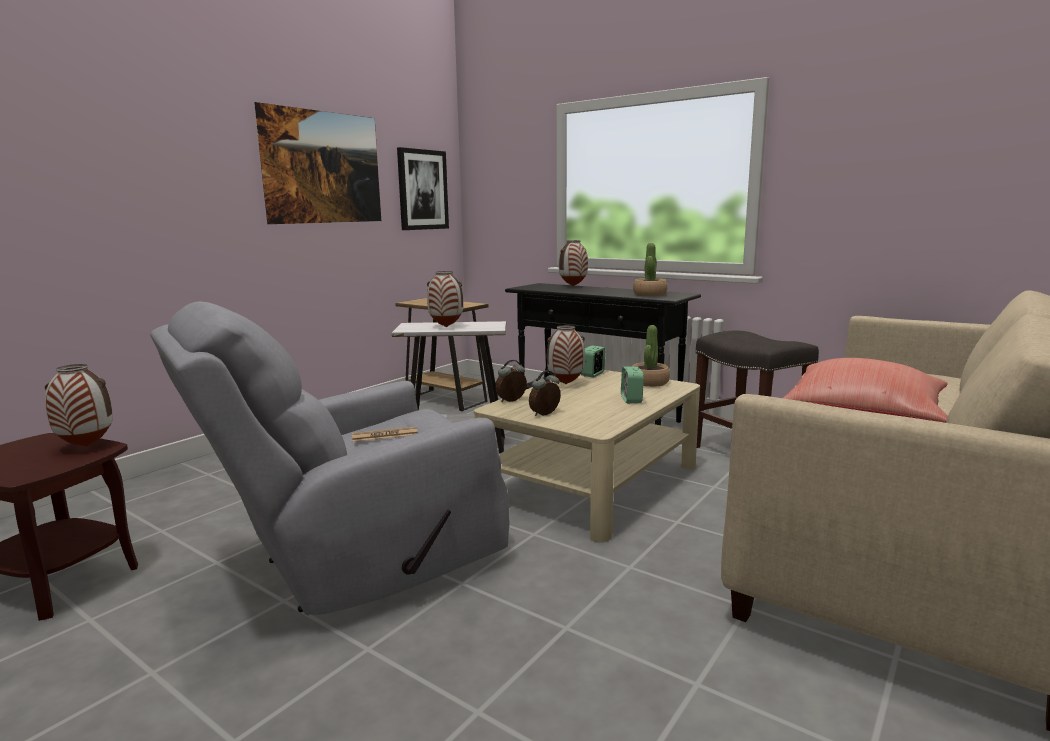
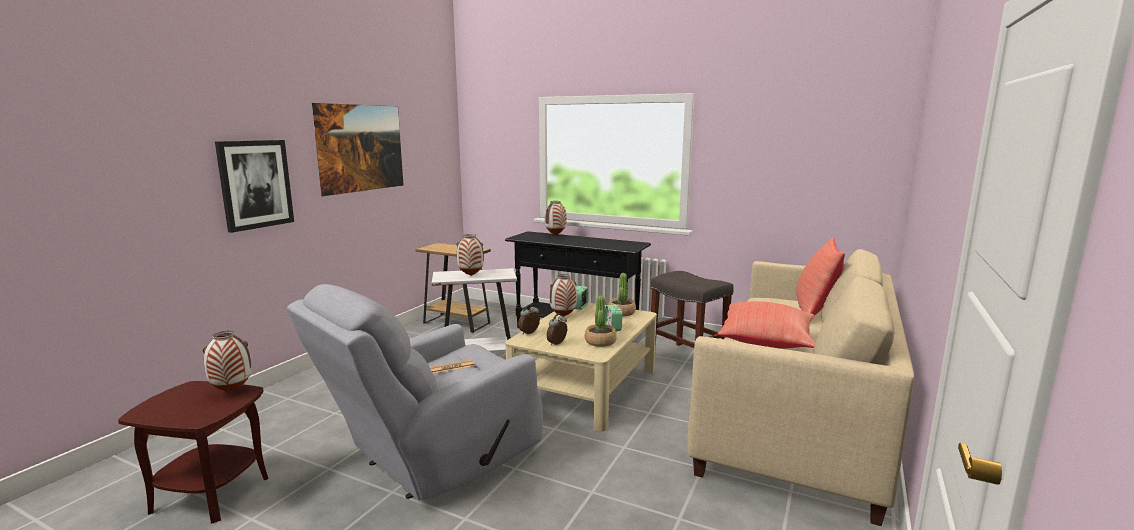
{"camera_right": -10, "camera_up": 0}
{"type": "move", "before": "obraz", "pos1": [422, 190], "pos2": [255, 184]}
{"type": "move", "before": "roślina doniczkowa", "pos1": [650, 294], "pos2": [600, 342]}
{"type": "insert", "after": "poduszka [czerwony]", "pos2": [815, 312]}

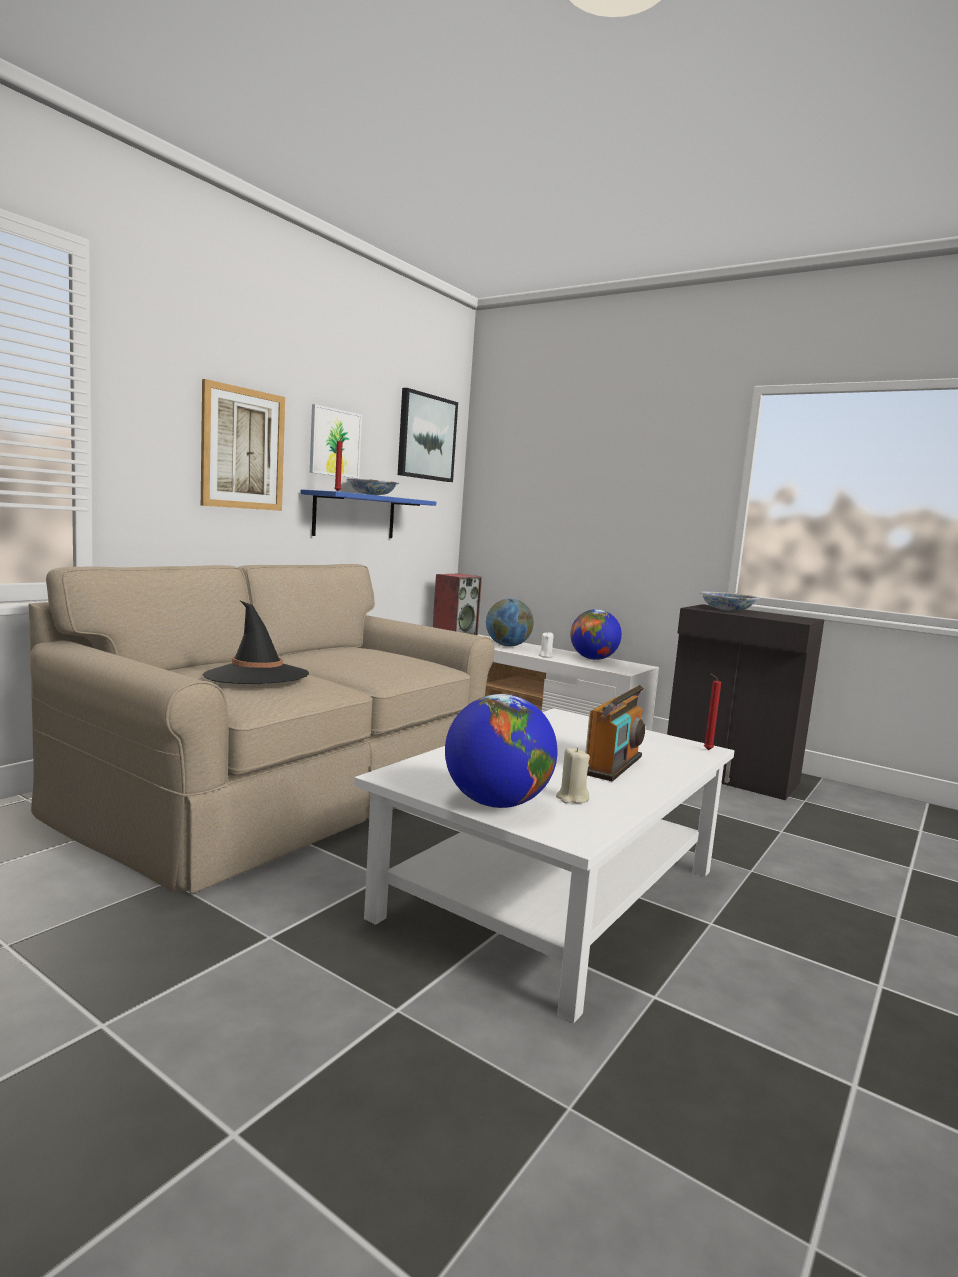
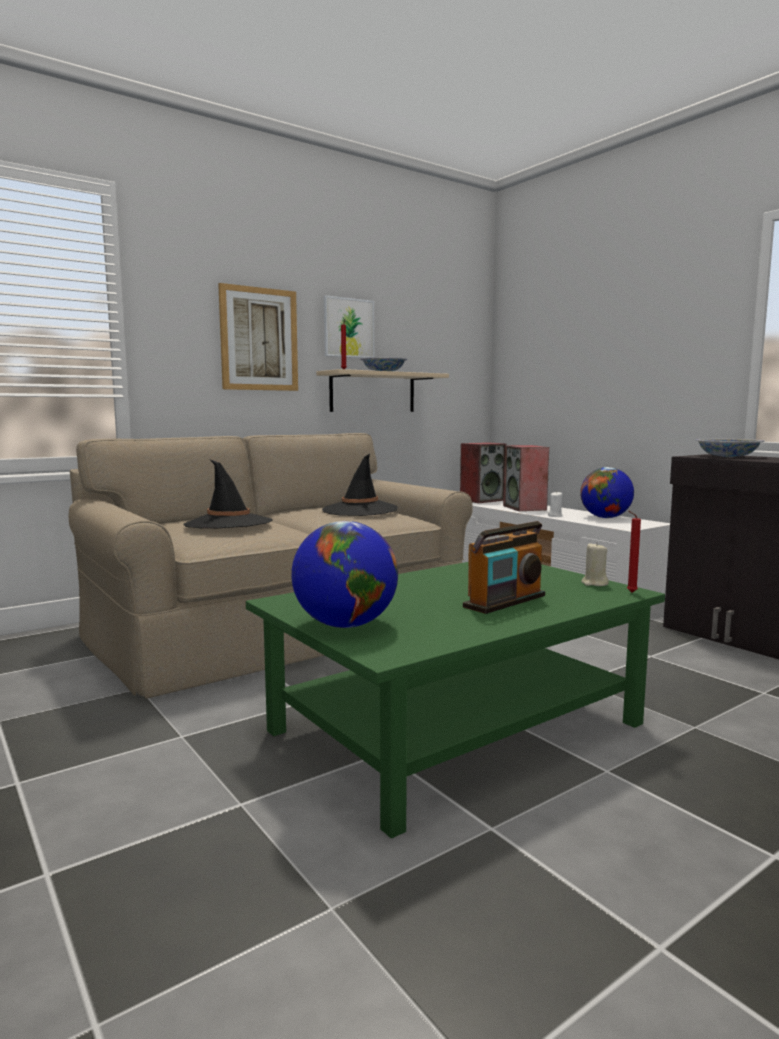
{"camera_right": 20, "camera_up": 0}
{"type": "recolor", "before": "ława [biały]", "after": "ława [zielony]", "pos1": [552, 892], "pos2": [456, 726]}
{"type": "recolor", "before": "półka [niebieski]", "after": "półka [beżowy]", "pos1": [354, 516], "pos2": [372, 392]}
{"type": "insert", "after": "kapelusz [czarny]", "pos2": [360, 510]}
{"type": "replace", "before": "globus", "after": "głośnik", "pos1": [507, 646], "pos2": [525, 508]}
{"type": "move", "before": "świeca [beżowy]", "pos1": [572, 798], "pos2": [594, 583]}
{"type": "delete", "before": "obraz", "pos1": [426, 437]}

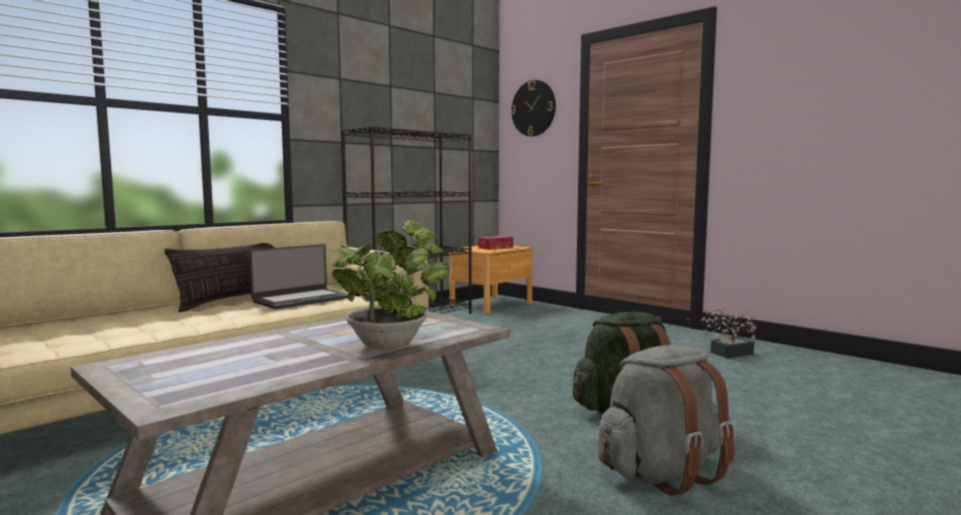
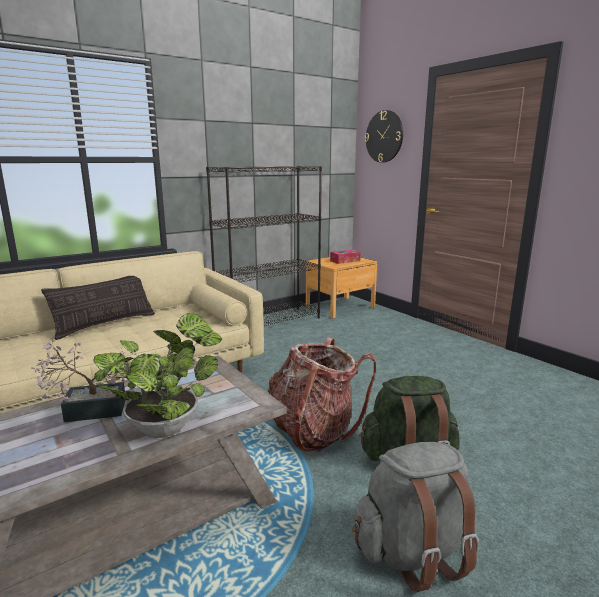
{"camera_right": 10, "camera_up": 10}
{"type": "move", "before": "roślina doniczkowa", "pos1": [727, 353], "pos2": [88, 410]}
{"type": "insert", "after": "plecak", "pos2": [314, 430]}
{"type": "delete", "before": "laptop", "pos1": [301, 299]}

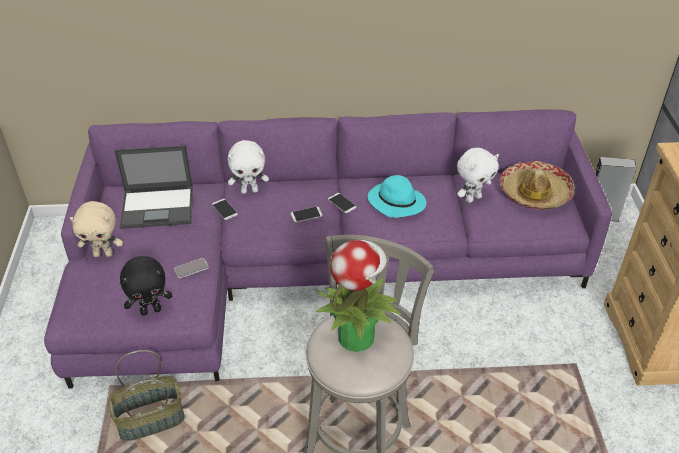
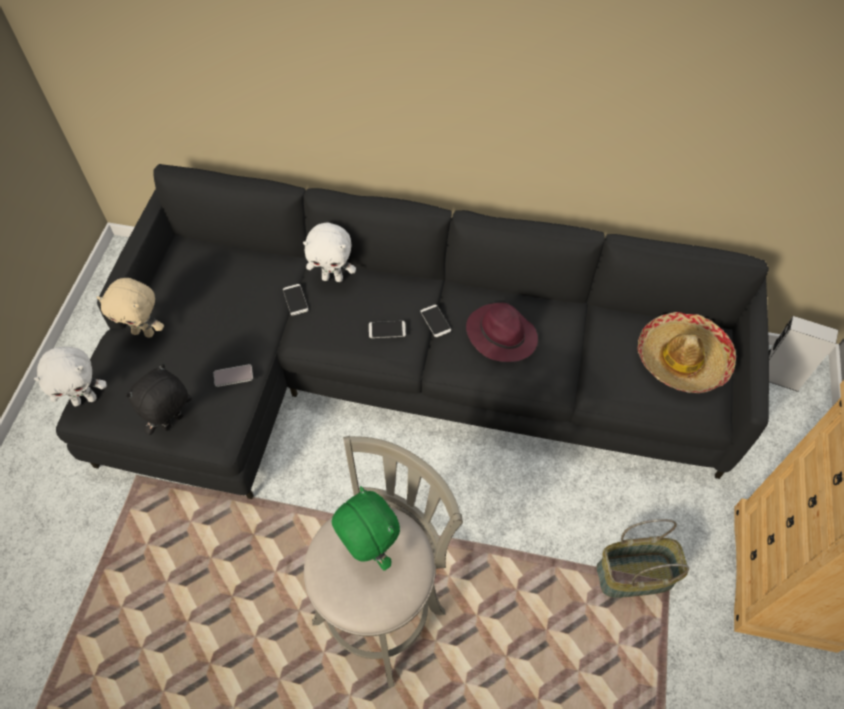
{"camera_right": 15, "camera_up": 15}
{"type": "move", "before": "pluszak [biały]", "pos1": [472, 198], "pos2": [85, 399]}
{"type": "recolor", "before": "kanapa [fioletowy]", "after": "kanapa [czarny]", "pos1": [310, 268], "pos2": [396, 373]}
{"type": "rotate", "before": "pluszak [czarny]", "pos1": [151, 310], "pos2": [173, 423], "turn": 135}
{"type": "replace", "before": "roślina doniczkowa", "after": "pluszak [zielony]", "pos1": [356, 336], "pos2": [369, 548]}
{"type": "recolor", "before": "kapelusz [turkusowy]", "after": "kapelusz [fioletowy]", "pos1": [395, 202], "pos2": [500, 335]}
{"type": "move", "before": "koszyk", "pos1": [150, 421], "pos2": [634, 576]}
{"type": "delete", "before": "laptop", "pos1": [159, 207]}

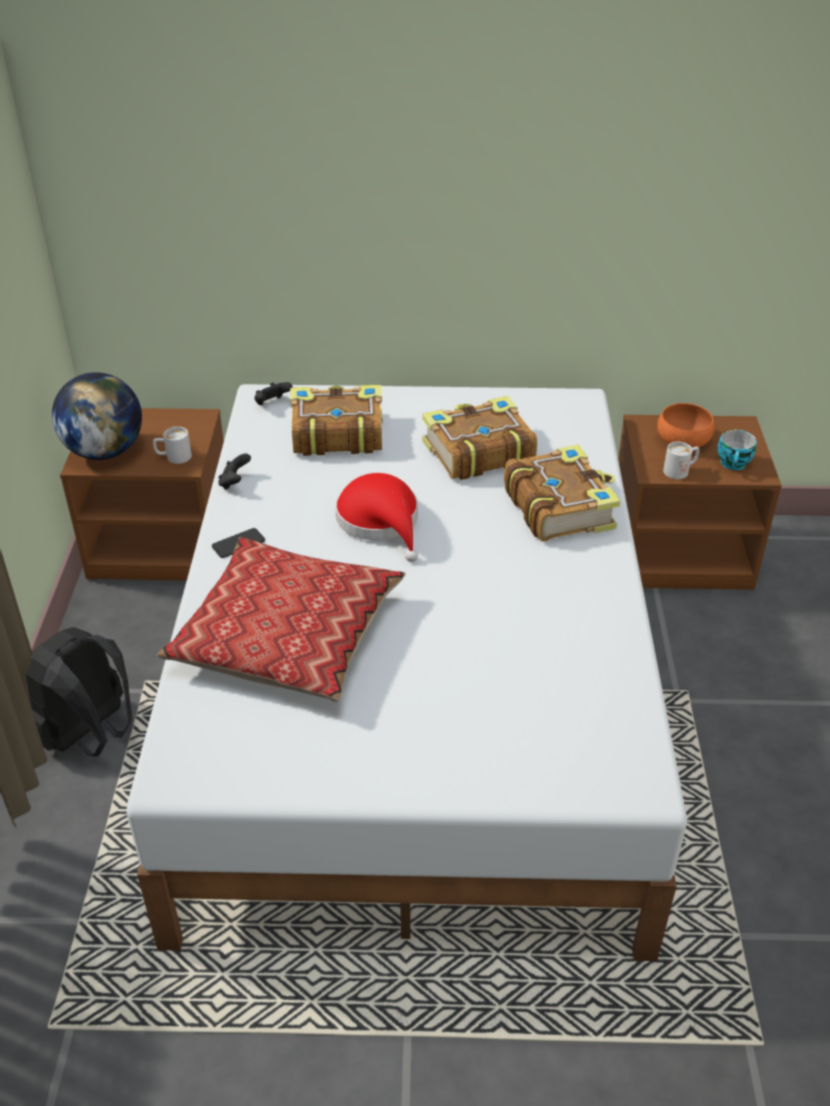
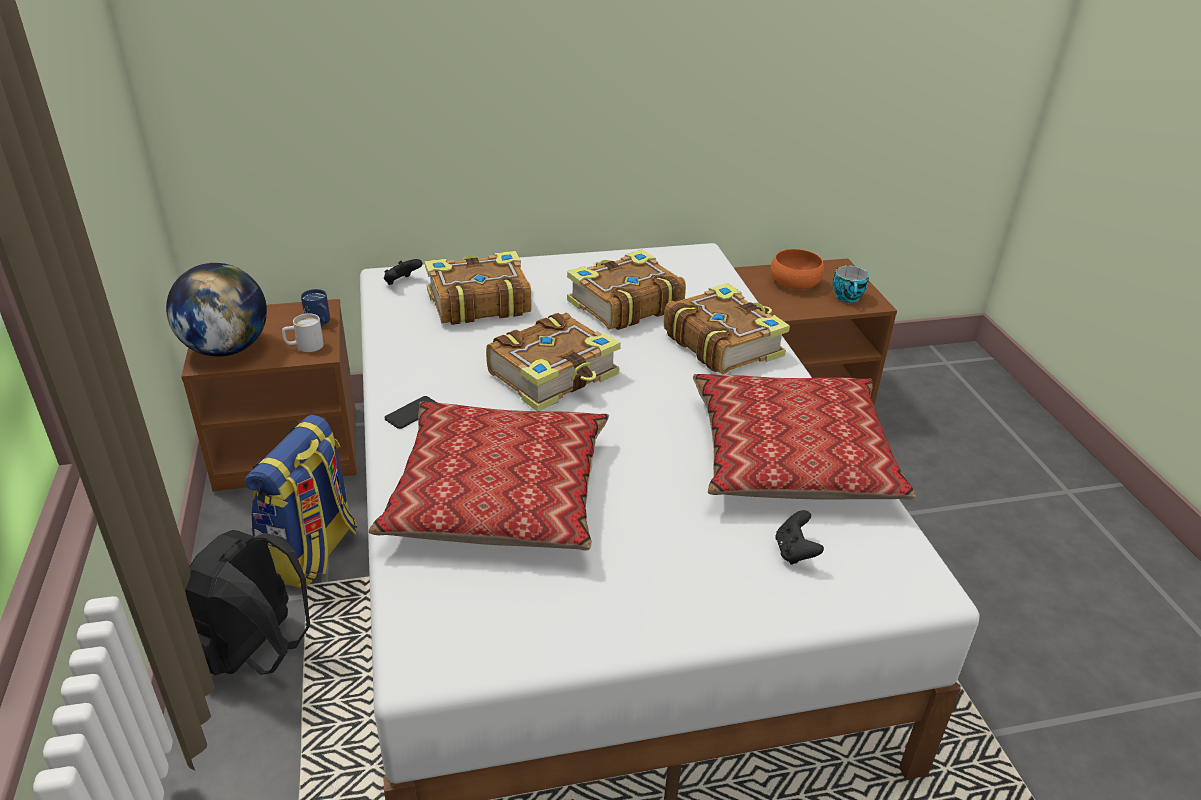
{"camera_right": -15, "camera_up": -5}
{"type": "insert", "after": "plecak", "pos2": [311, 553]}
{"type": "insert", "after": "kubek [niebieski]", "pos2": [320, 322]}
{"type": "replace", "before": "kapelusz [czerwony]", "after": "książka", "pos1": [381, 521], "pos2": [555, 375]}
{"type": "insert", "after": "poduszka", "pos2": [792, 455]}
{"type": "move", "before": "pad do gier [czarny]", "pos1": [234, 482], "pos2": [795, 552]}
{"type": "delete", "before": "kubek [biały]", "pos1": [680, 470]}

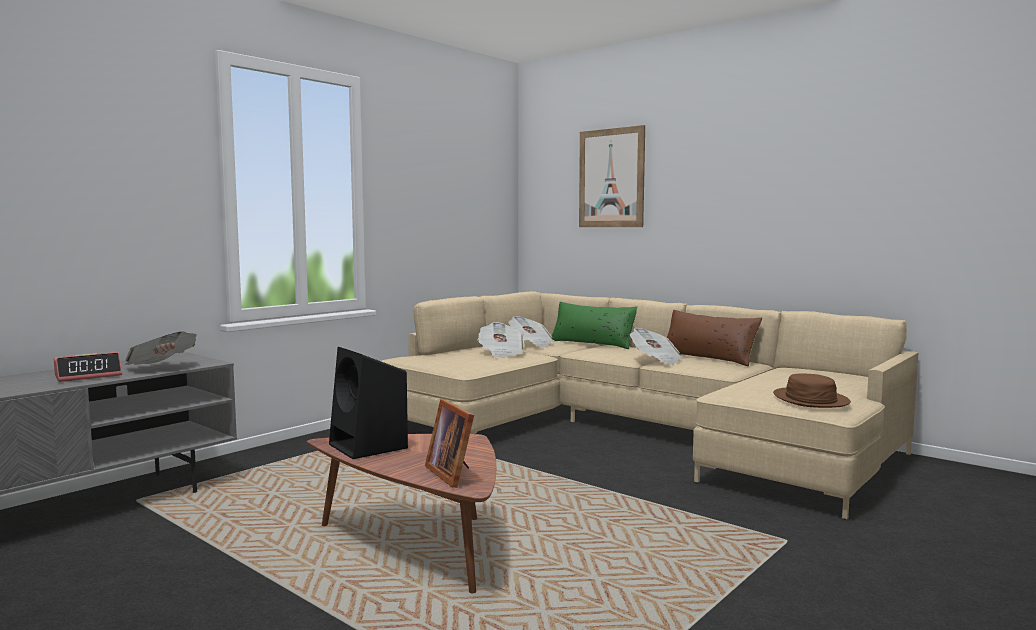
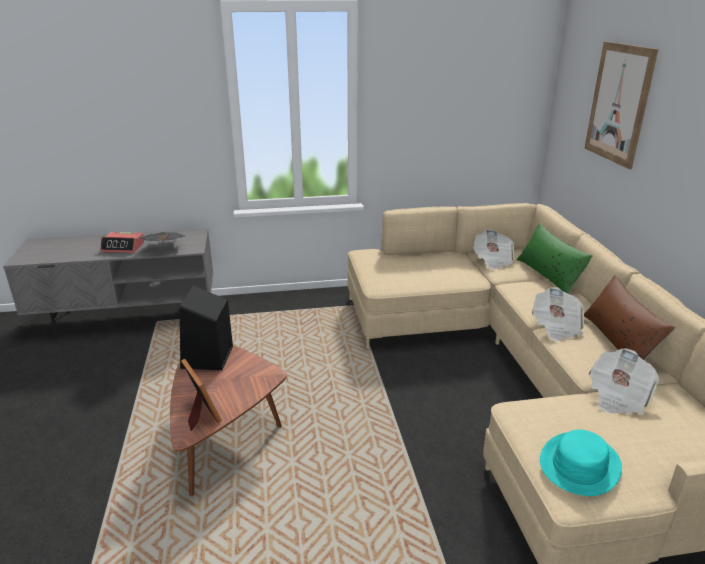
{"camera_right": 40, "camera_up": 20}
{"type": "rotate", "before": "ramka na zdjęcie", "pos1": [453, 473], "pos2": [200, 413], "turn": 135}
{"type": "recolor", "before": "kapelusz [brązowy]", "after": "kapelusz [turkusowy]", "pos1": [810, 399], "pos2": [579, 464]}
{"type": "move", "before": "gazeta", "pos1": [501, 354], "pos2": [617, 396]}

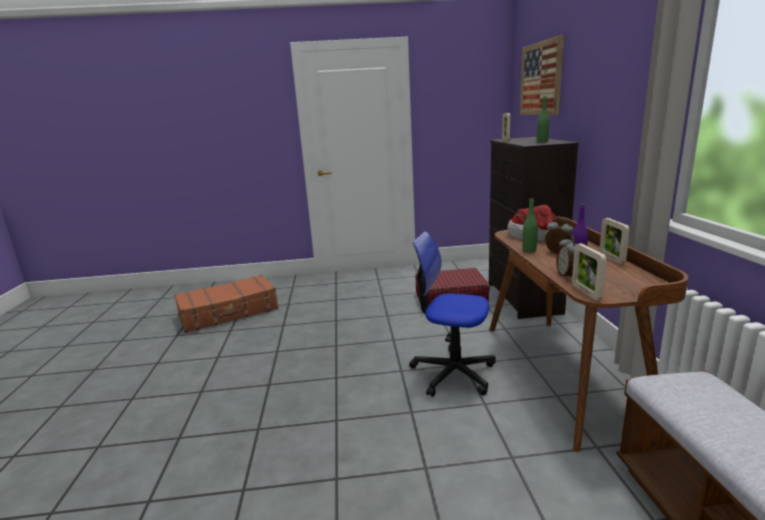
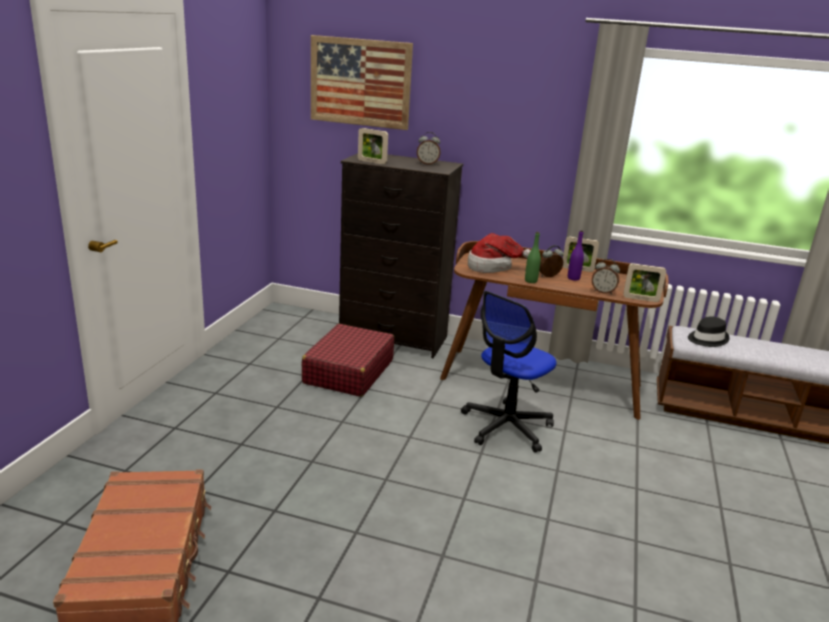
{"camera_right": -70, "camera_up": 5}
{"type": "replace", "before": "butelka [zielony]", "after": "budzik", "pos1": [542, 142], "pos2": [427, 164]}
{"type": "insert", "after": "kapelusz [czarny]", "pos2": [706, 339]}

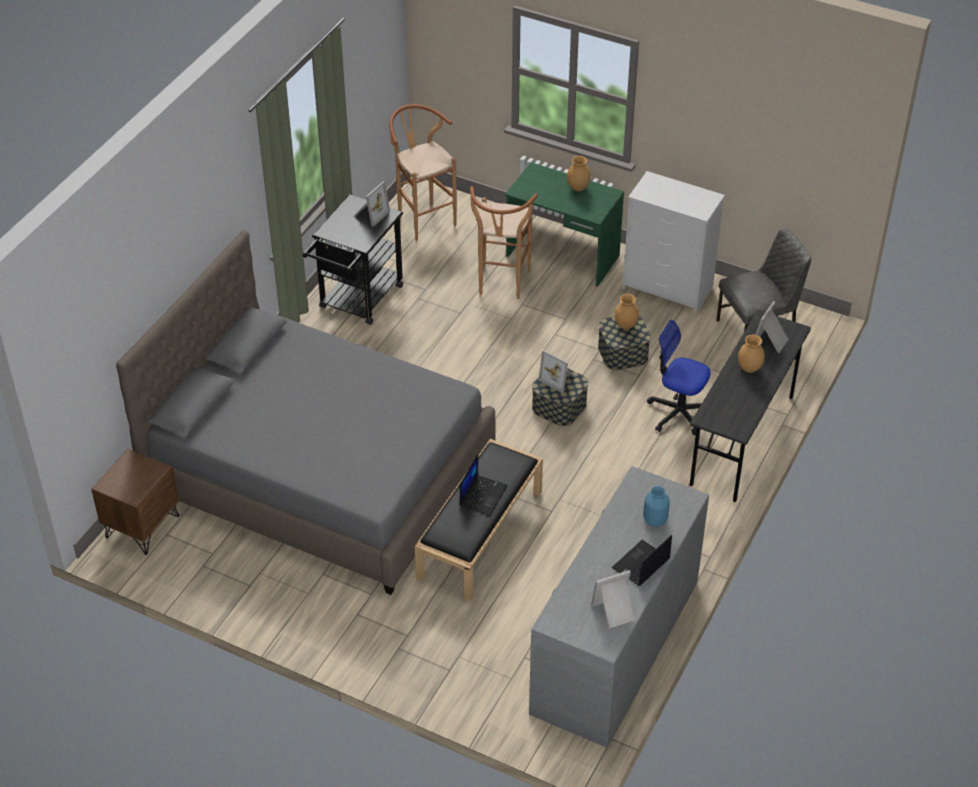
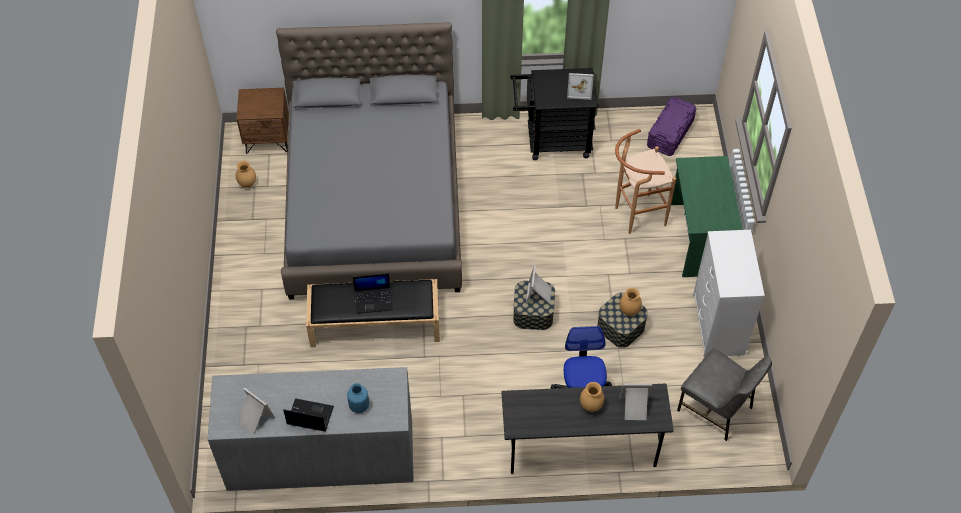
{"camera_right": 60, "camera_up": 10}
{"type": "move", "before": "wazon [brązowy]", "pos1": [578, 188], "pos2": [247, 184]}
{"type": "replace", "before": "stołek [brązowy]", "after": "pojemnik do przechowywania [fioletowy]", "pos1": [423, 218], "pos2": [670, 133]}

